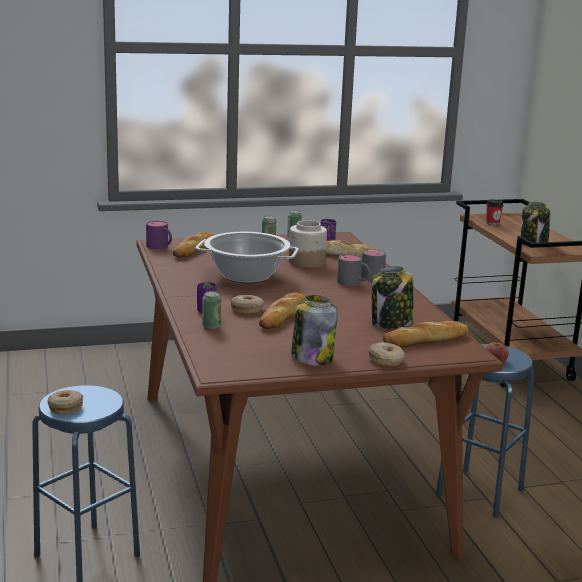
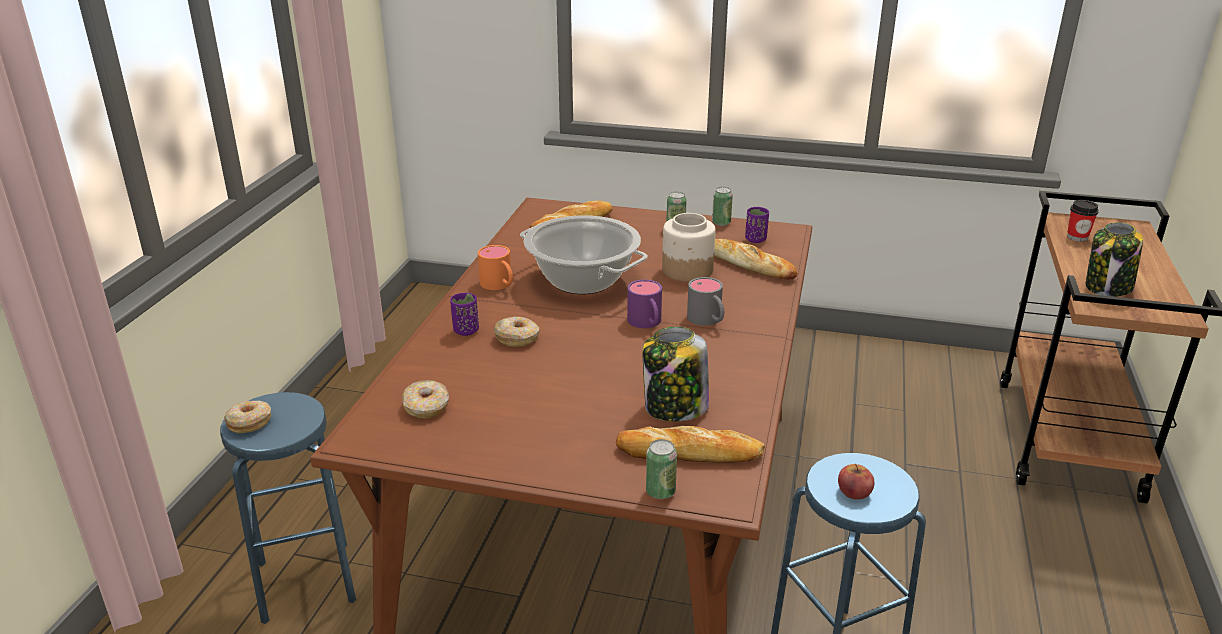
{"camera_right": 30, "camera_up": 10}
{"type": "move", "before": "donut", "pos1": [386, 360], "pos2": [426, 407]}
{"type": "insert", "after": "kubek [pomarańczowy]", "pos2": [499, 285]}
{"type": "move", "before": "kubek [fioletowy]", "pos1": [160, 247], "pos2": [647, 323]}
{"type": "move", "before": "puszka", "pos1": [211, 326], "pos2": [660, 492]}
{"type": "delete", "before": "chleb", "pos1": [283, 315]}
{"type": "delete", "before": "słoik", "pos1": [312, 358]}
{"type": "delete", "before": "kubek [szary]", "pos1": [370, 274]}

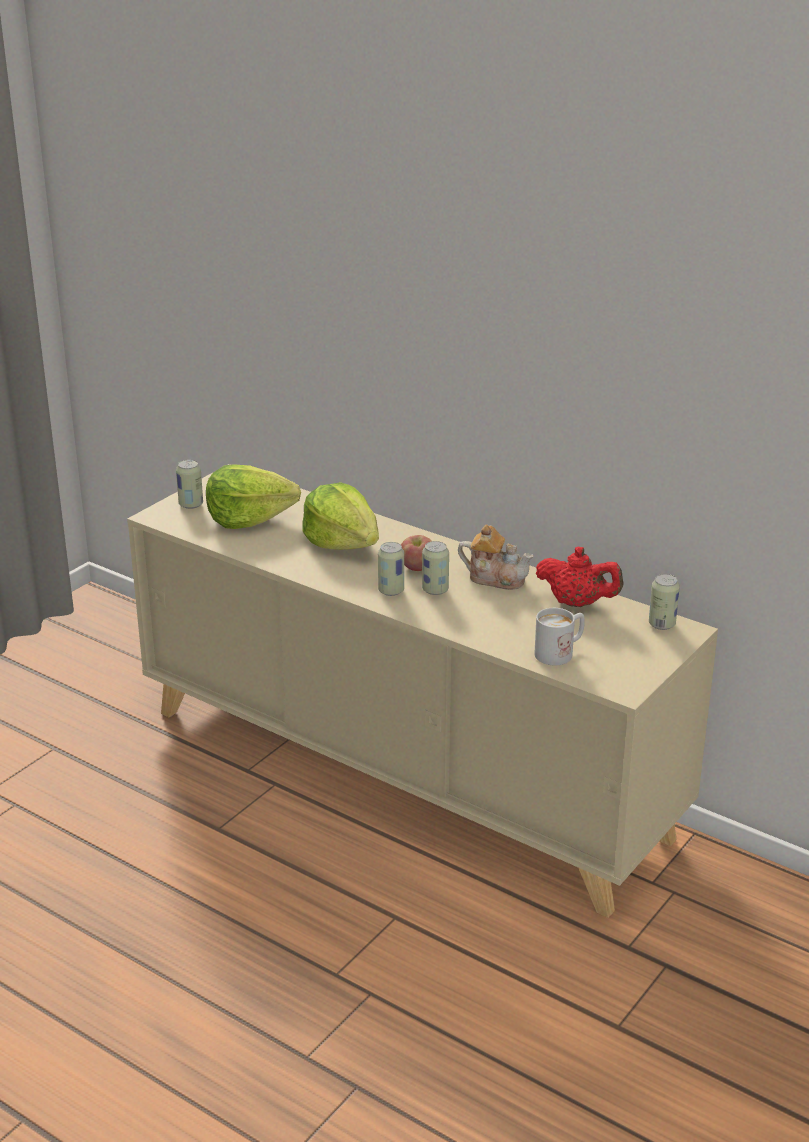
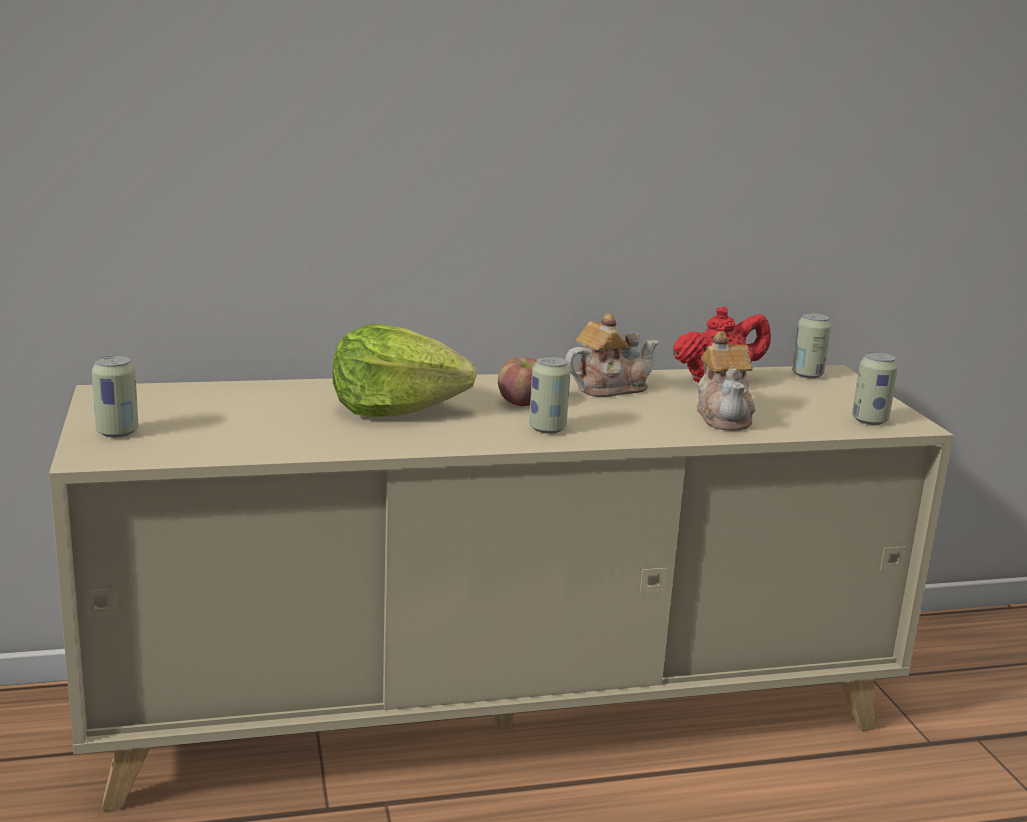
{"camera_right": -50, "camera_up": -10}
{"type": "insert", "after": "imbryk", "pos2": [724, 416]}
{"type": "move", "before": "puszka", "pos1": [435, 590], "pos2": [869, 420]}
{"type": "delete", "before": "sałata", "pos1": [249, 518]}
{"type": "delete", "before": "kubek [biały]", "pos1": [560, 652]}

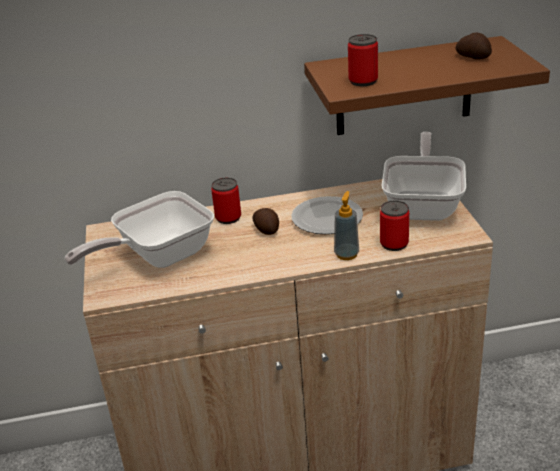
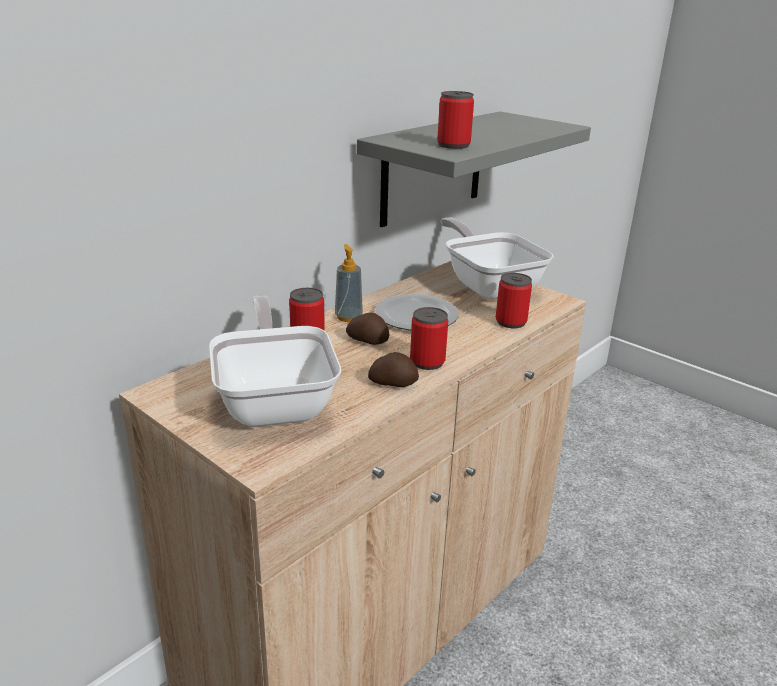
{"camera_right": -40, "camera_up": -5}
{"type": "rotate", "before": "patelnia", "pos1": [158, 257], "pos2": [275, 400], "turn": 150}
{"type": "move", "before": "dozownik mydła", "pos1": [346, 254], "pos2": [348, 317]}
{"type": "recolor", "before": "półka [brązowy]", "after": "półka [szary]", "pos1": [404, 87], "pos2": [433, 168]}
{"type": "move", "before": "ziemniak", "pos1": [473, 57], "pos2": [393, 383]}
{"type": "insert", "after": "puszka", "pos2": [427, 362]}

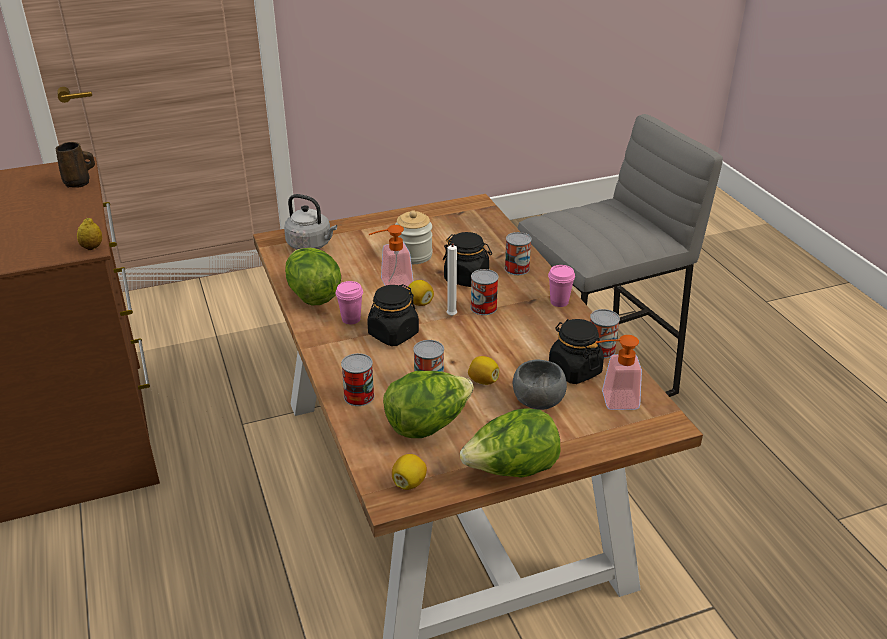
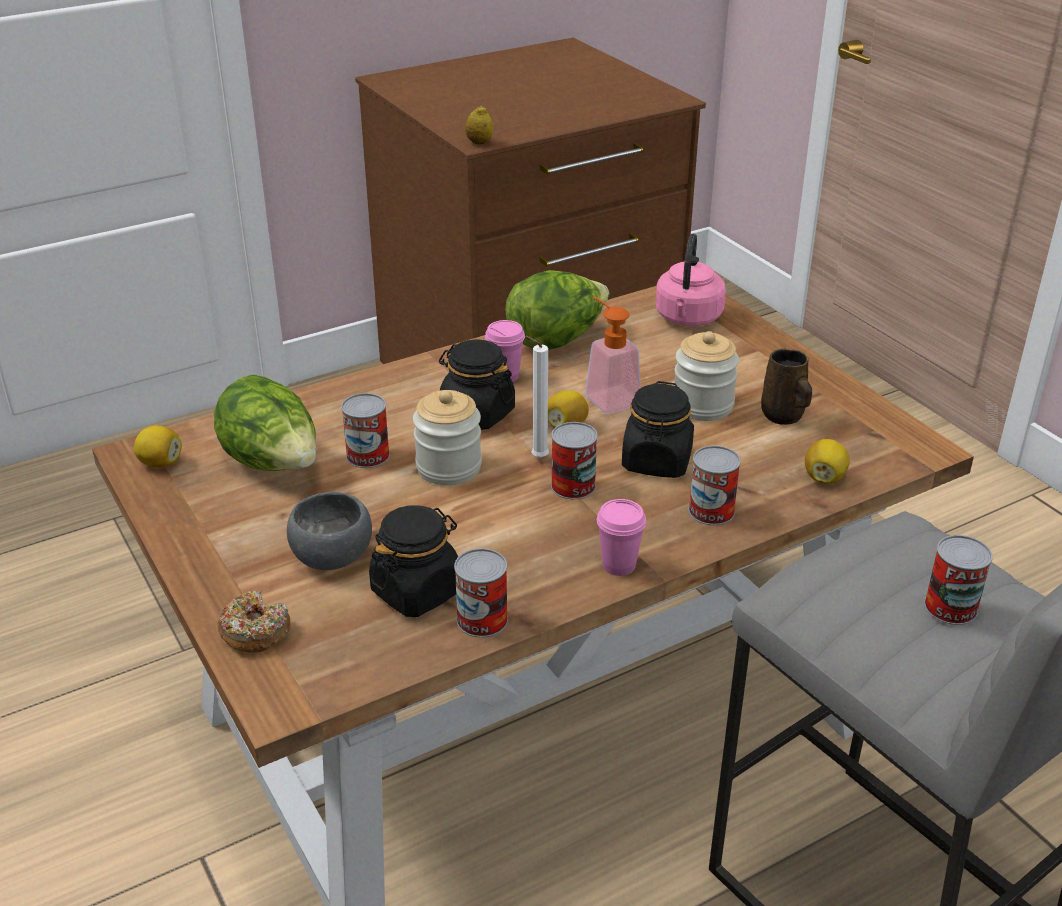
{"camera_right": 80, "camera_up": 0}
{"type": "insert", "after": "donut", "pos2": [255, 631]}
{"type": "insert", "after": "słoik", "pos2": [448, 467]}
{"type": "recolor", "before": "czajnik [szary]", "after": "czajnik [różowy]", "pos1": [311, 245], "pos2": [688, 319]}
{"type": "move", "before": "kubek [brązowy]", "pos1": [79, 183], "pos2": [783, 416]}
{"type": "move", "before": "cytryna", "pos1": [483, 381], "pos2": [824, 478]}
{"type": "move", "before": "puszka", "pos1": [359, 396], "pos2": [950, 607]}
{"type": "delete", "before": "sałata", "pos1": [511, 470]}
{"type": "delete", "before": "dozownik mydła", "pos1": [612, 400]}

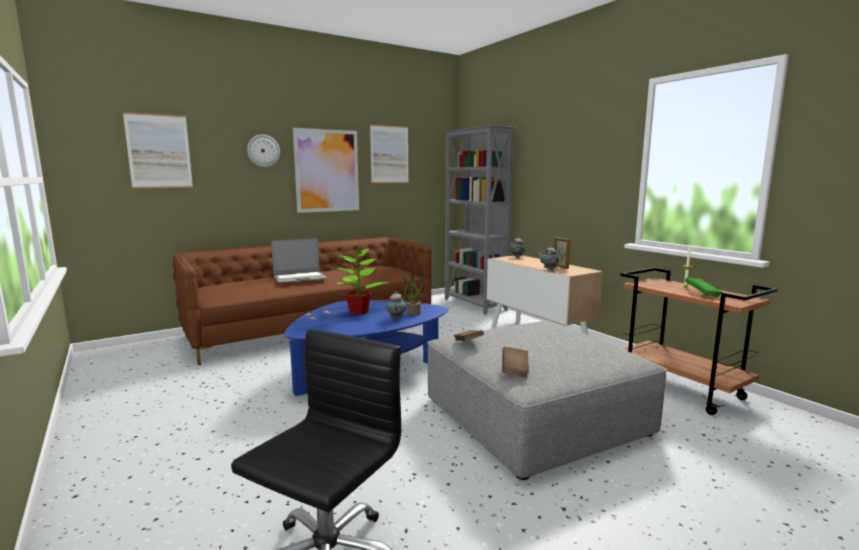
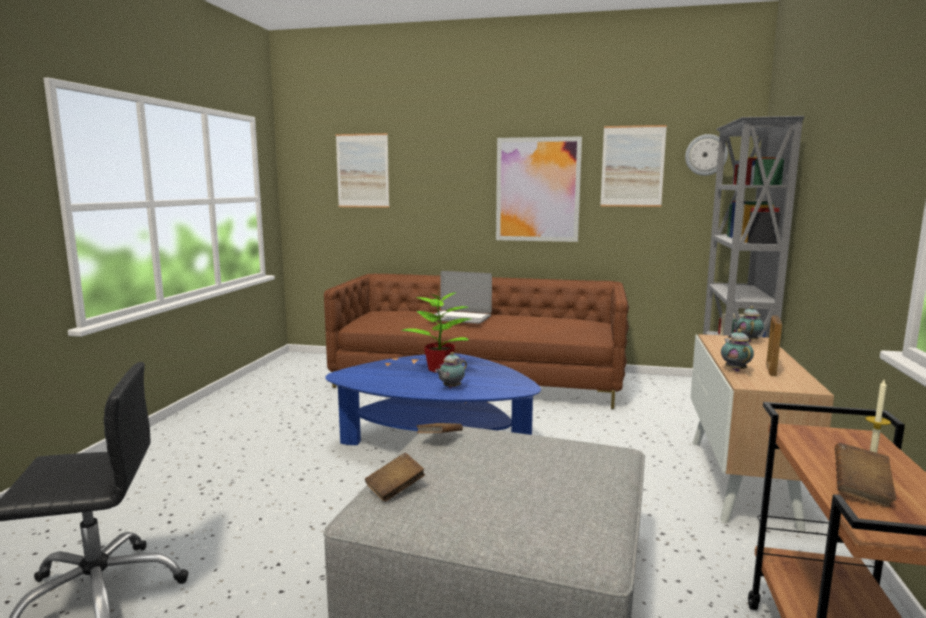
{"camera_right": 45, "camera_up": 0}
{"type": "move", "before": "zegar ścienny", "pos1": [263, 151], "pos2": [706, 155]}
{"type": "recolor", "before": "książka [zielony]", "after": "książka [brązowy]", "pos1": [702, 294], "pos2": [861, 490]}
{"type": "delete", "before": "roślina doniczkowa", "pos1": [413, 312]}

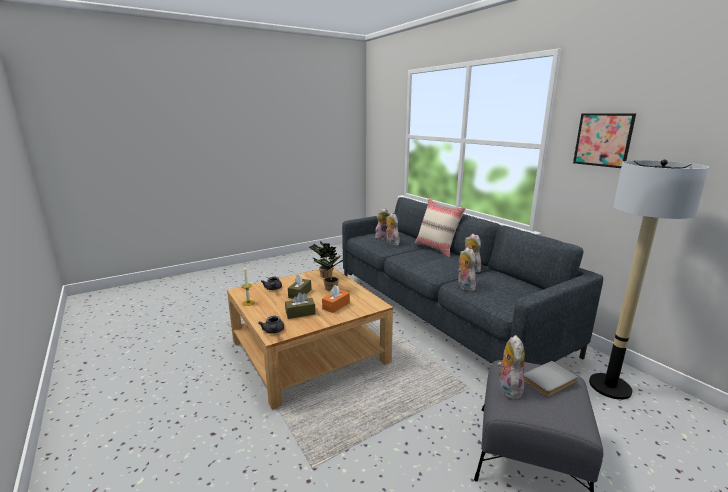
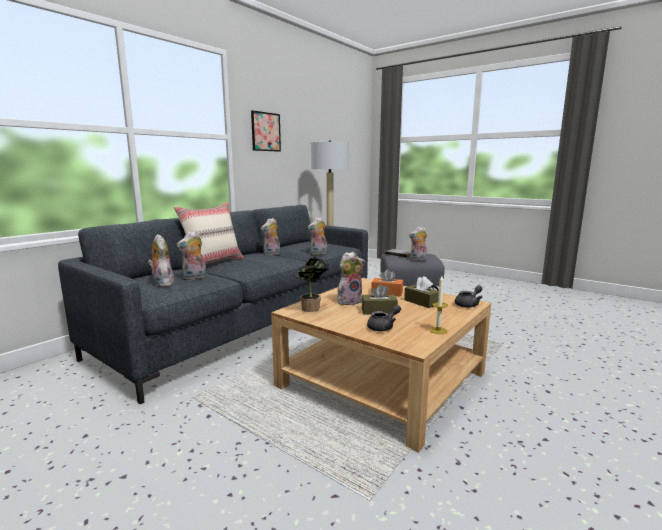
{"camera_right": -110, "camera_up": -5}
{"type": "replace", "before": "roślina doniczkowa", "after": "pluszak", "pos1": [329, 288], "pos2": [349, 301]}

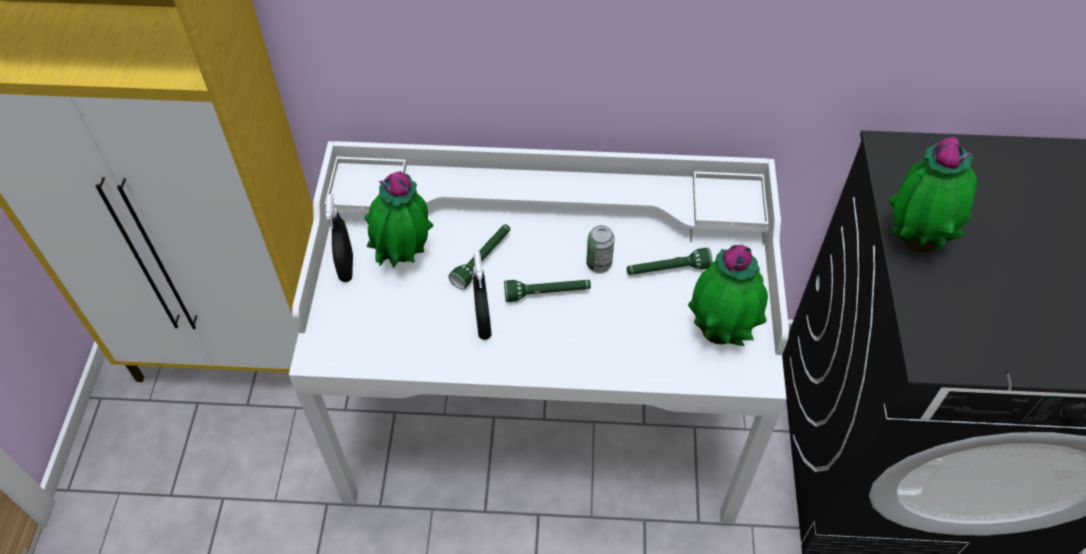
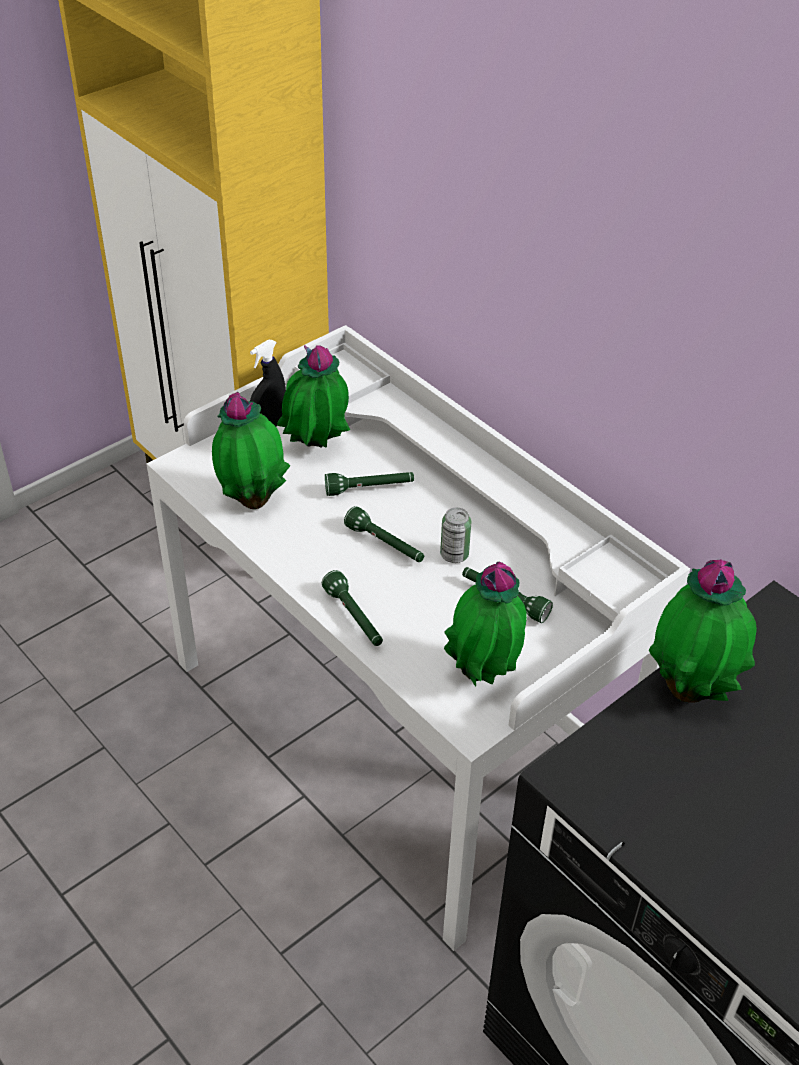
{"camera_right": 45, "camera_up": -10}
{"type": "insert", "after": "roślina doniczkowa", "pos2": [253, 500]}
{"type": "insert", "after": "latarka [zielony]", "pos2": [354, 618]}
{"type": "delete", "before": "spryskiwacz [czarny]", "pos1": [483, 324]}

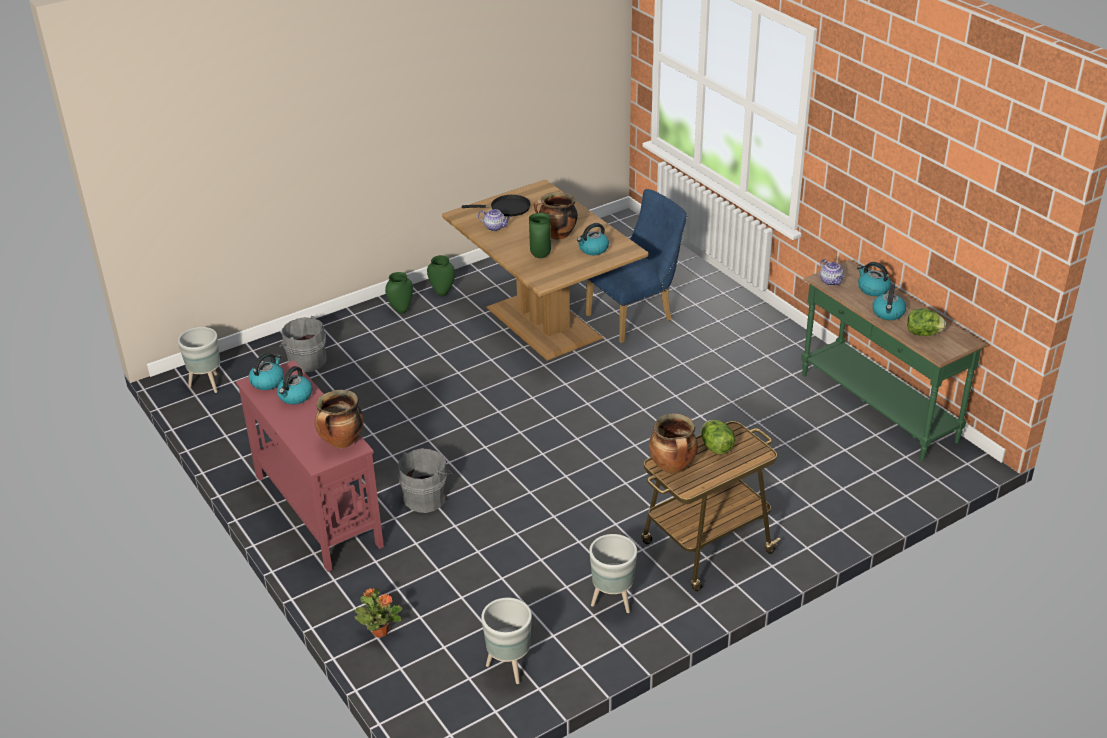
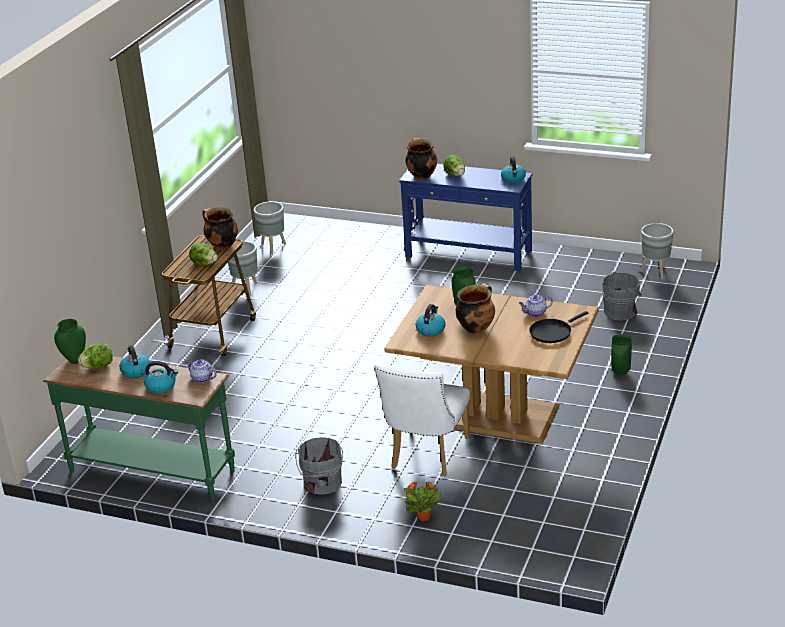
{"camera_right": 145, "camera_up": -5}
{"type": "move", "before": "wazon [zielony]", "pos1": [443, 293], "pos2": [75, 361]}
{"type": "move", "before": "wiadro [szary]", "pos1": [426, 497], "pos2": [322, 483]}
{"type": "recolor", "before": "krzesło [niebieski]", "after": "krzesło [biały]", "pos1": [635, 317], "pos2": [426, 456]}
{"type": "recolor", "before": "stolik konsolowy [czerwony]", "after": "stolik konsolowy [niebieski]", "pos1": [318, 509], "pos2": [469, 254]}
{"type": "move", "before": "roślina doniczkowa", "pos1": [380, 631], "pos2": [424, 517]}
{"type": "insert", "after": "sałata", "pos2": [455, 175]}
{"type": "delete", "before": "czajnik", "pos1": [295, 396]}

